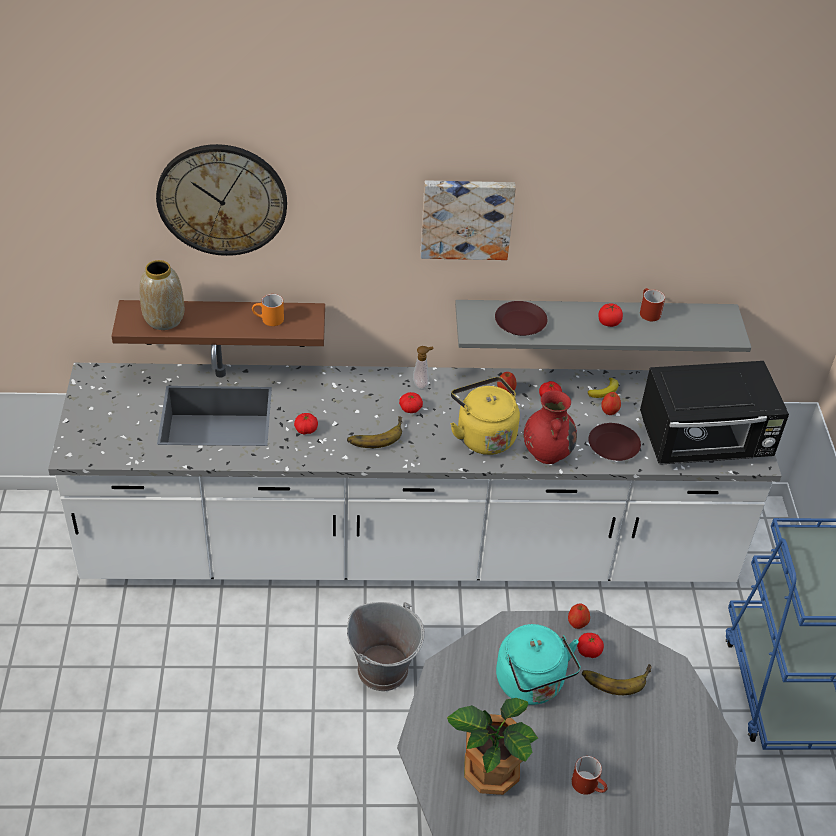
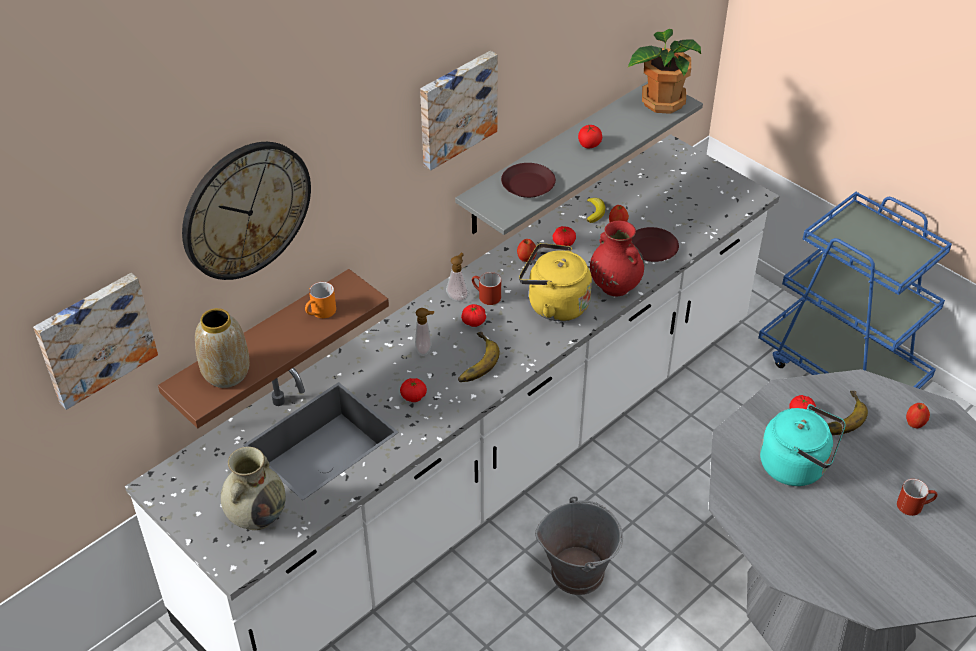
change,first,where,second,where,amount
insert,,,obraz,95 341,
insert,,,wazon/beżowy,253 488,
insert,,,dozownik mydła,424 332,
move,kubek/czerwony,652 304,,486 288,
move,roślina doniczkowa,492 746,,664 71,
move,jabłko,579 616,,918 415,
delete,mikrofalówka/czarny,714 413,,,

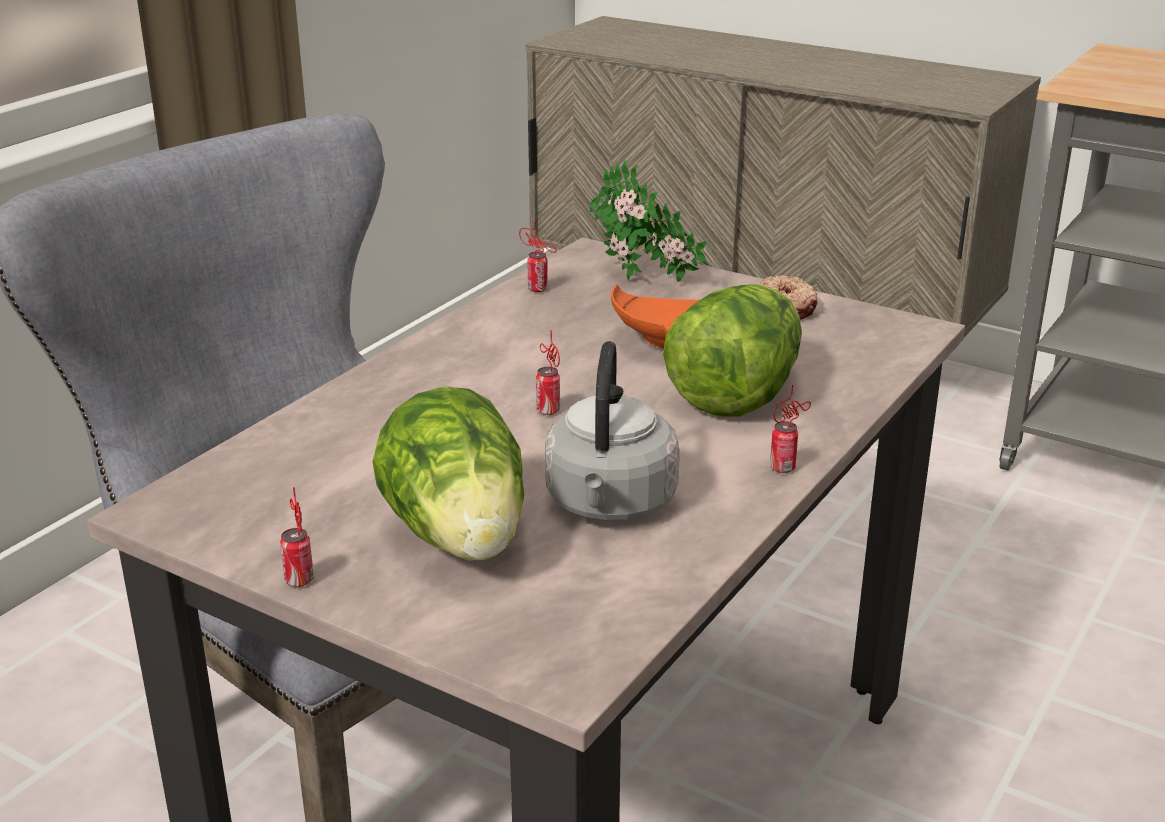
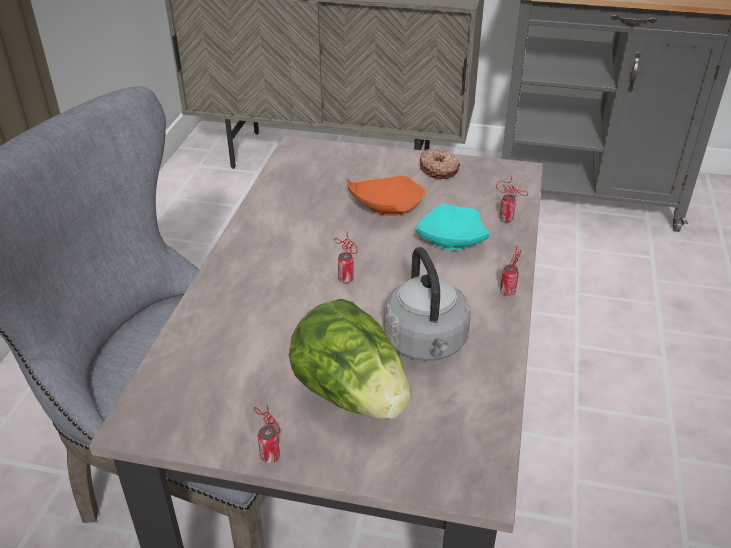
change,first,where,second,where,amount
replace,sałata,732 350,talerz/turkusowy,452 227,
move,puszka,538 256,,512 199,
delete,roślina doniczkowa,649 221,,,

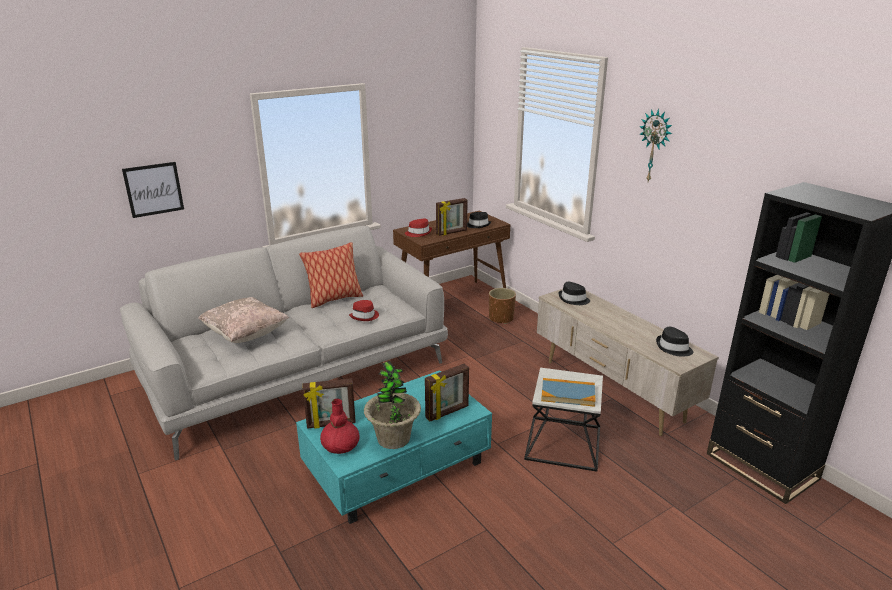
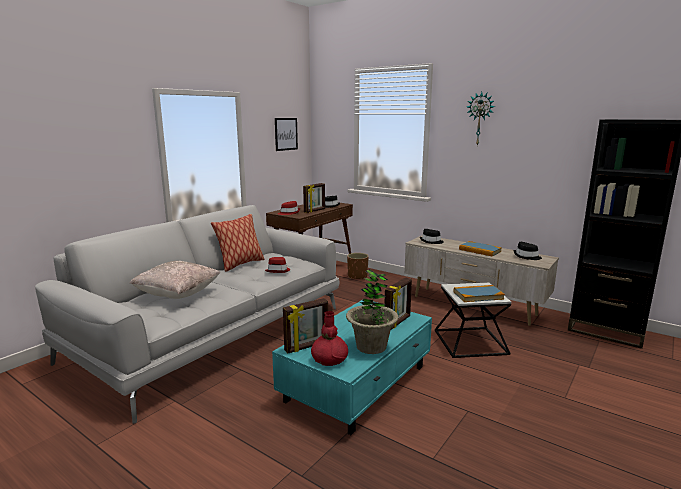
change,first,where,second,where,amount
move,obraz,153 190,,286 134,
insert,,,książka,480 249,

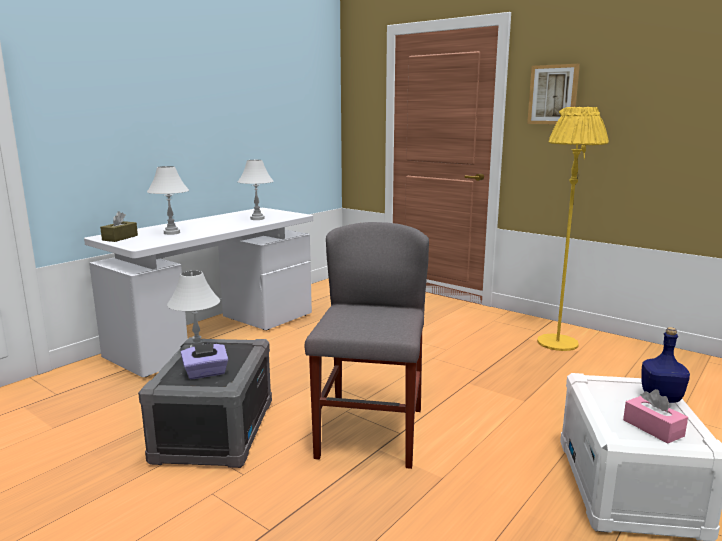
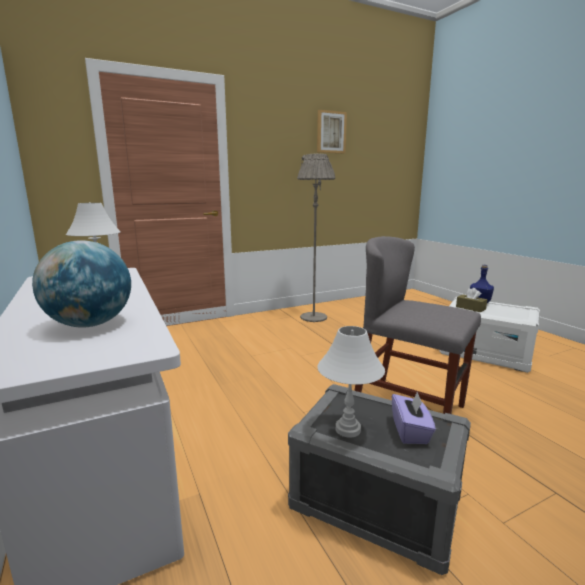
change,first,where,second,where,amount
replace,lampa stołowa/biały,168 200,globus,81 283,
recolor,lampa stojąca/żółty,572 229,lampa stojąca/szary,316 238,
move,obraz,553 94,,332 131,
move,pudełko chusteczek/brązowy,119 226,,471 300,
delete,pudełko chusteczek/różowy,655 416,,,

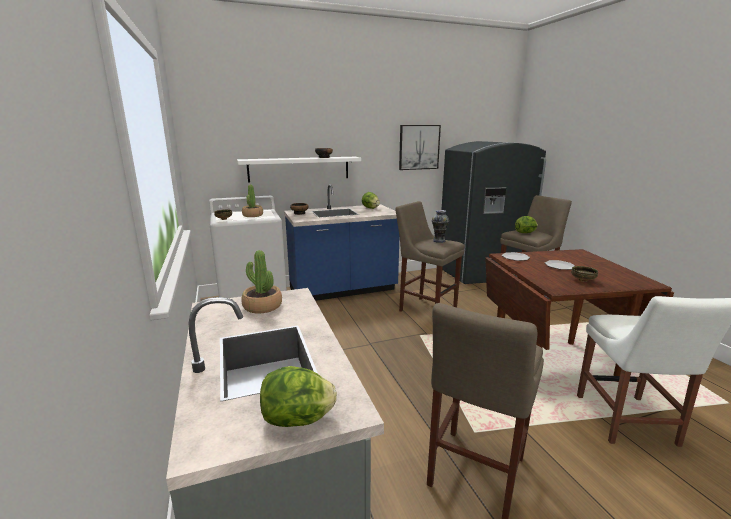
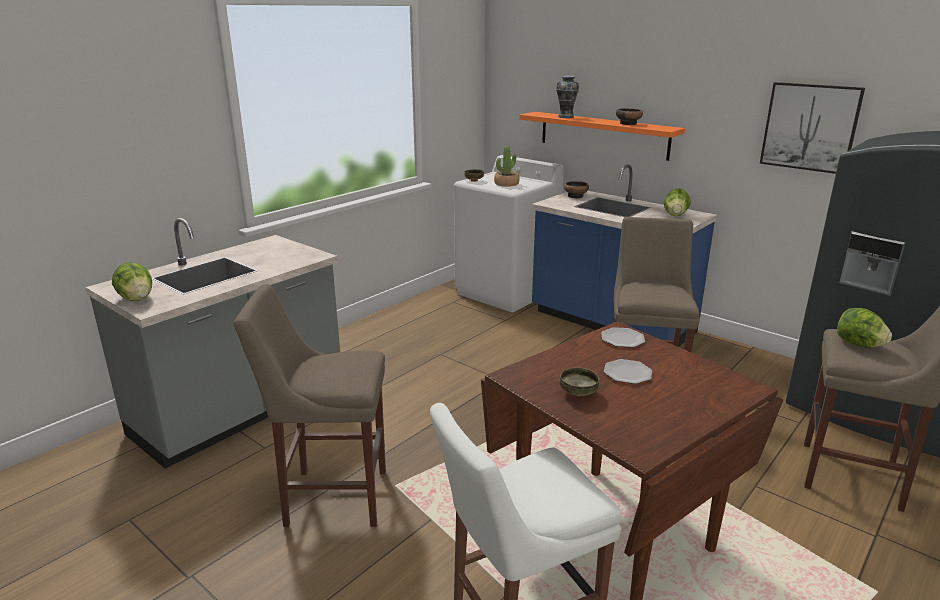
change,first,where,second,where,amount
recolor,półka/biały,299 170,półka/pomarańczowy,602 136,
move,wazon,440 226,,567 97,
delete,roślina doniczkowa,261 281,,,

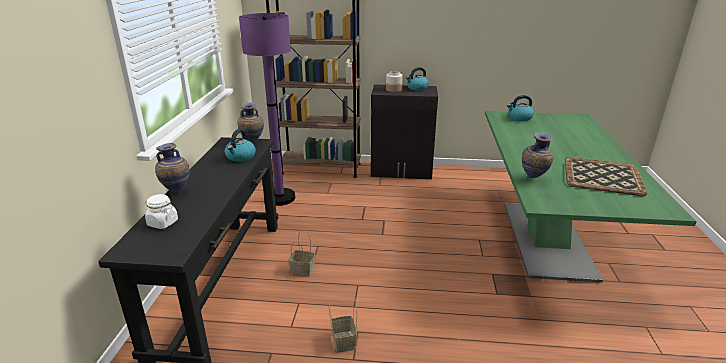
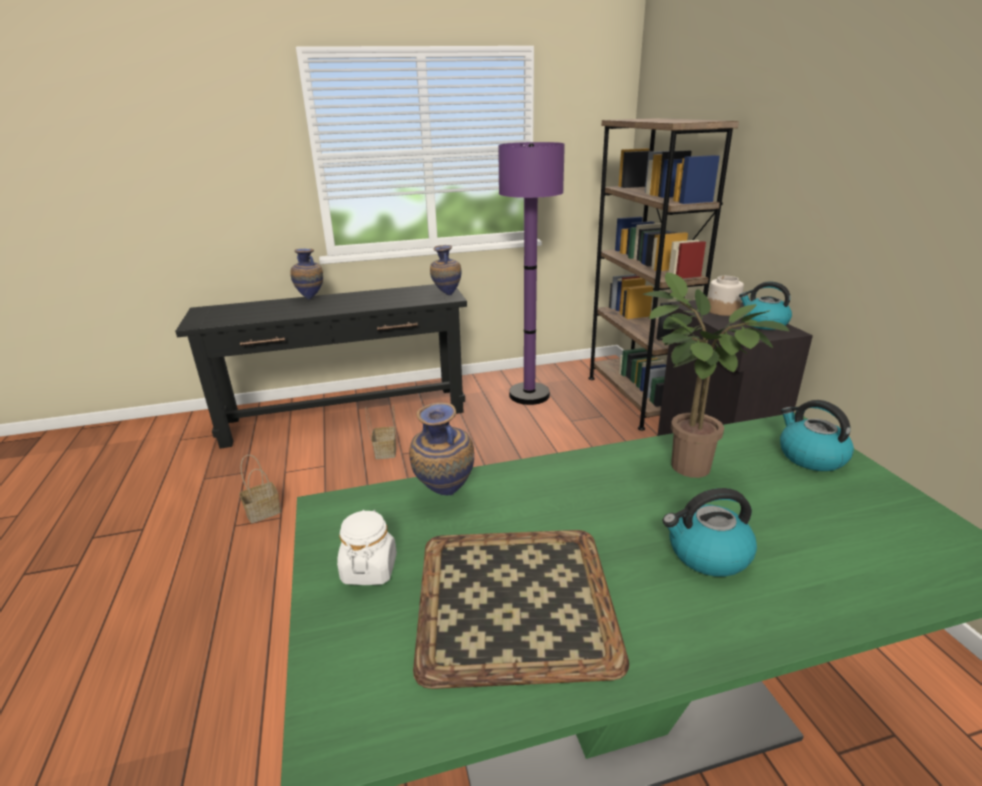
change,first,where,second,where,amount
move,słoik/biały,161 211,,367 547,
insert,,,roślina doniczkowa,716 375,
move,czajnik,240 145,,710 532,

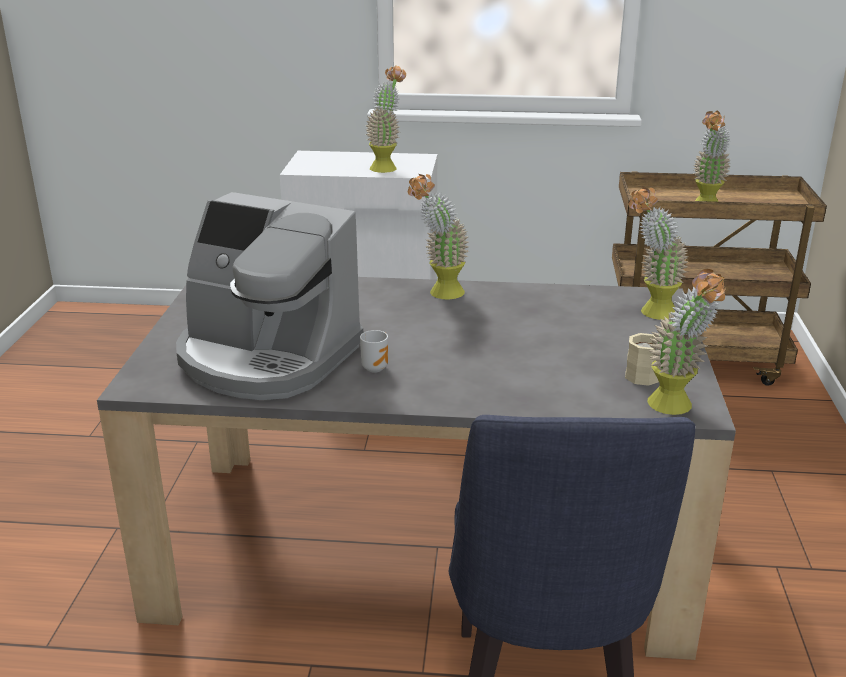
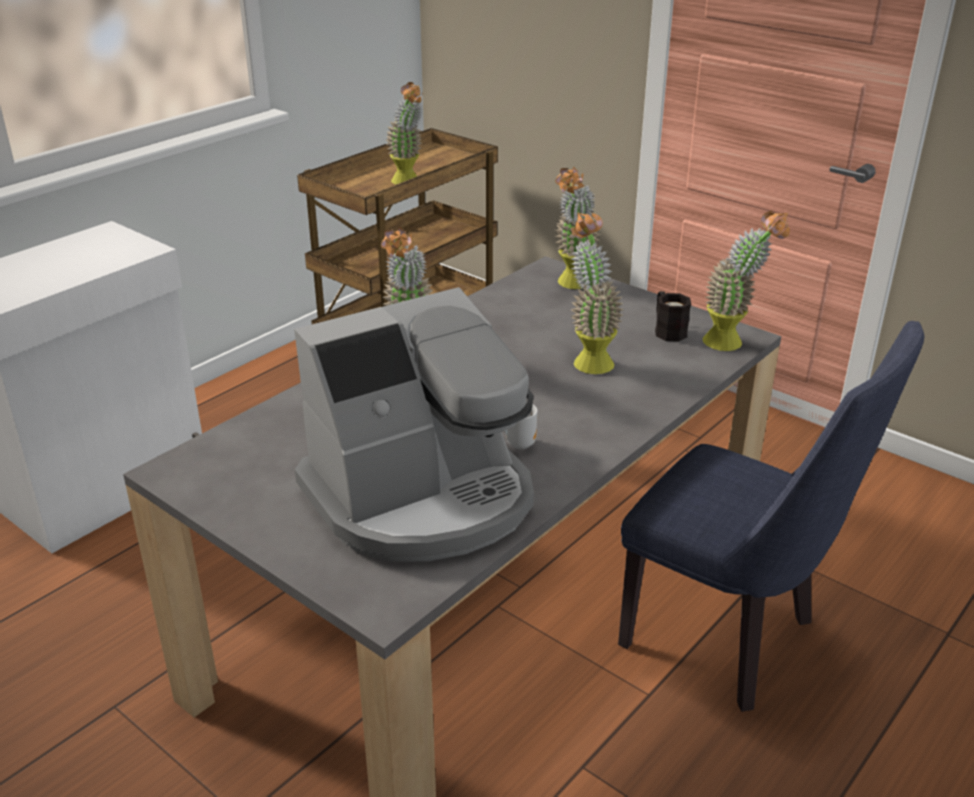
change,first,where,second,where,amount
move,roślina doniczkowa,385 119,,597 293,
recolor,kubek/beżowy,642 359,kubek/czarny,673 316,

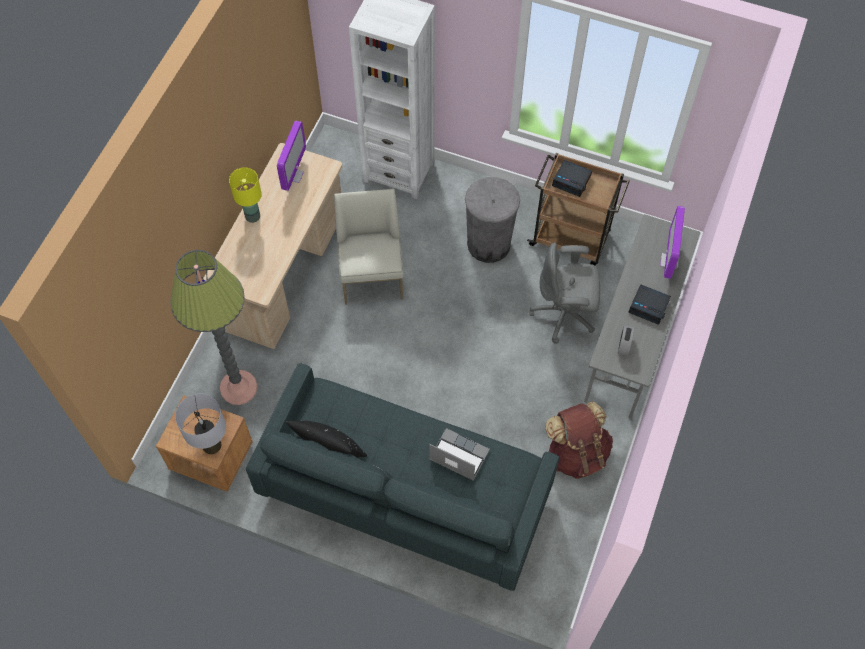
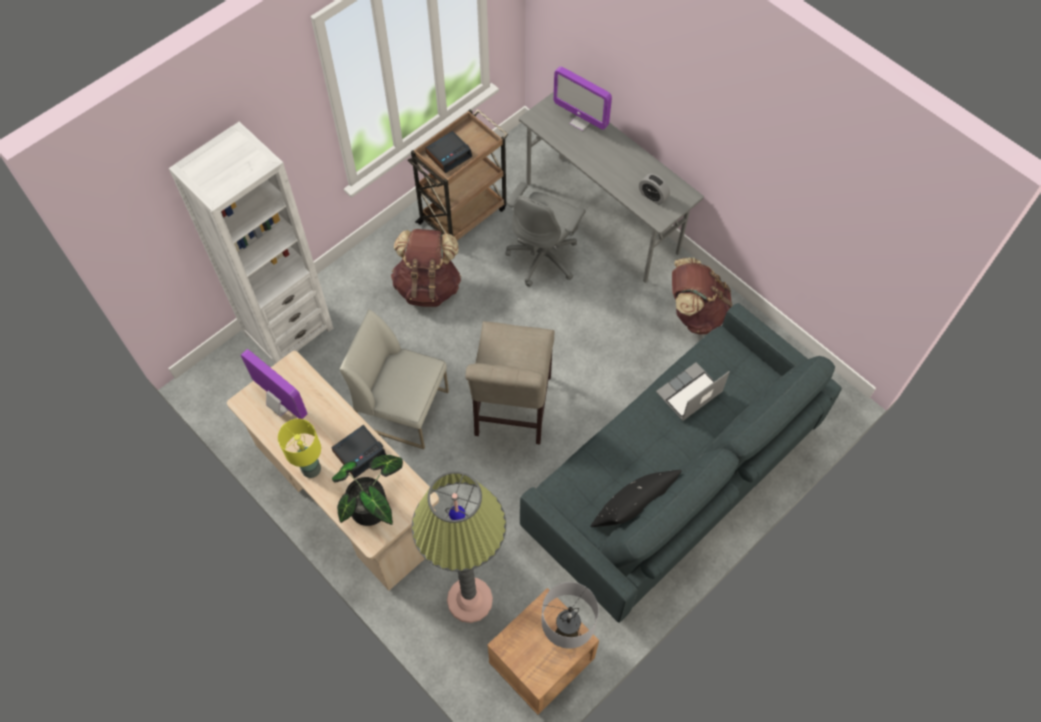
change,first,where,second,where,amount
move,budzik,649 304,,358 451,
insert,,,roślina doniczkowa,367 490,
replace,kosz na śmieci/szary,492 220,plecak/brązowy,426 268,
insert,,,krzesło/beżowy,510 382,

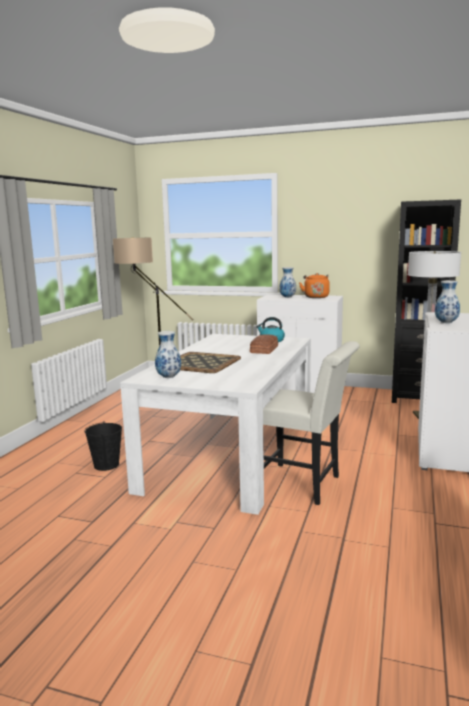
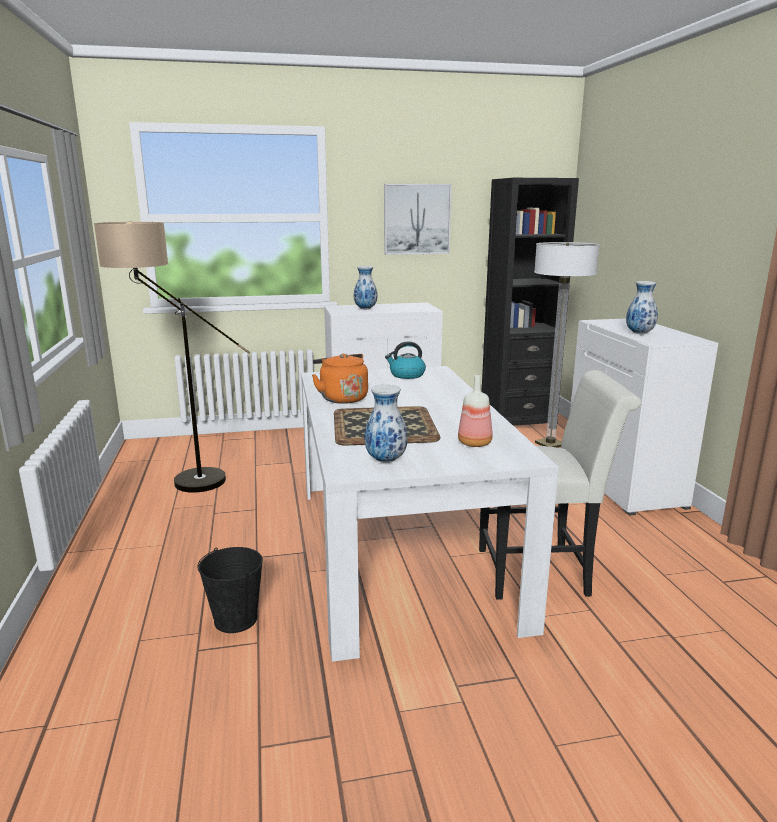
change,first,where,second,where,amount
move,czajnik/pomarańczowy,314 285,,340 378,
insert,,,obraz,418 219,
insert,,,butelka,475 411,
delete,chleb,264 344,,,

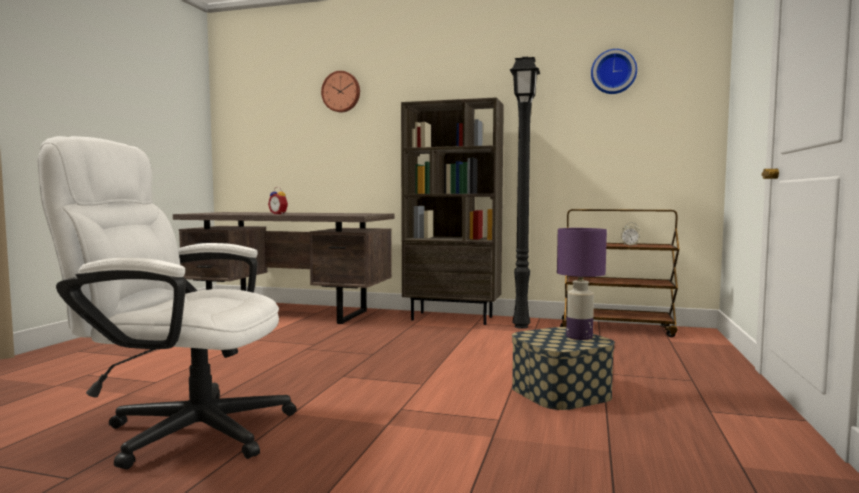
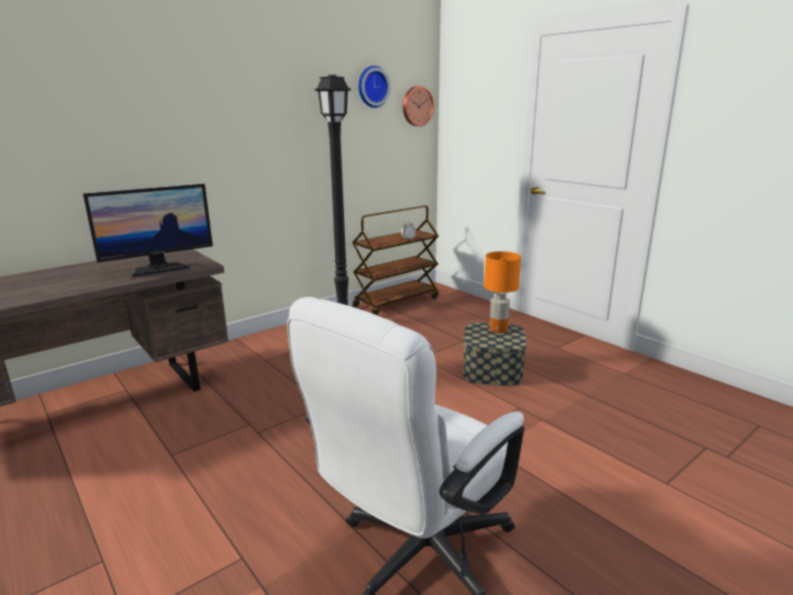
change,first,where,second,where,amount
insert,,,monitor,148 230,
move,zegar ścienny,340 91,,418 106,
recolor,lampa stołowa/fioletowy,582 284,lampa stołowa/pomarańczowy,502 292,
delete,budzik,278 200,,,
delete,regał/brązowy,452 211,,,

